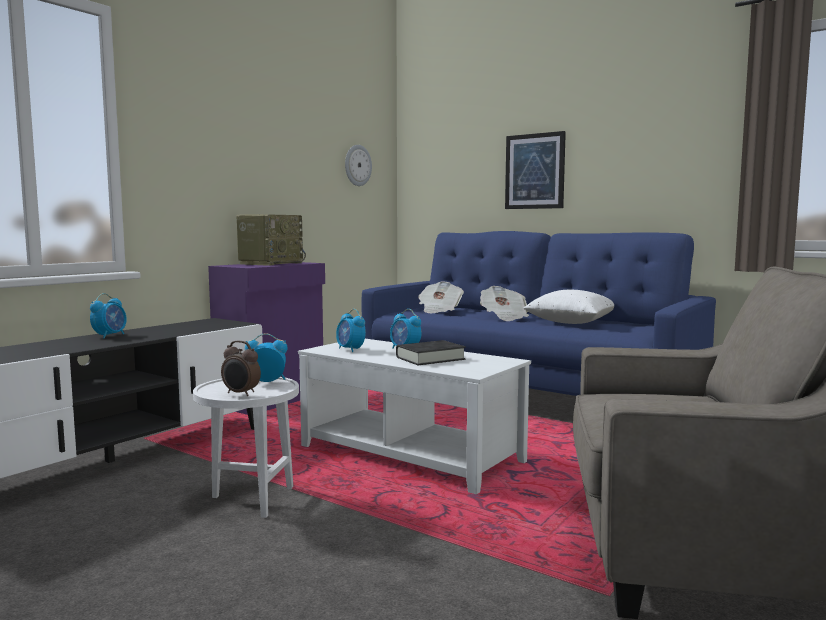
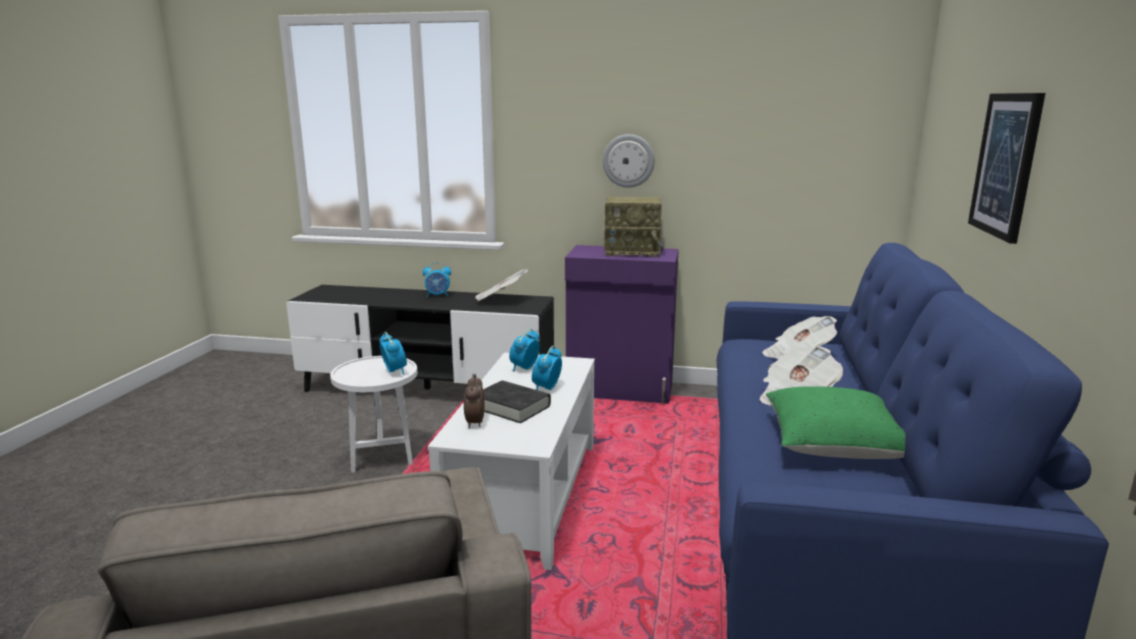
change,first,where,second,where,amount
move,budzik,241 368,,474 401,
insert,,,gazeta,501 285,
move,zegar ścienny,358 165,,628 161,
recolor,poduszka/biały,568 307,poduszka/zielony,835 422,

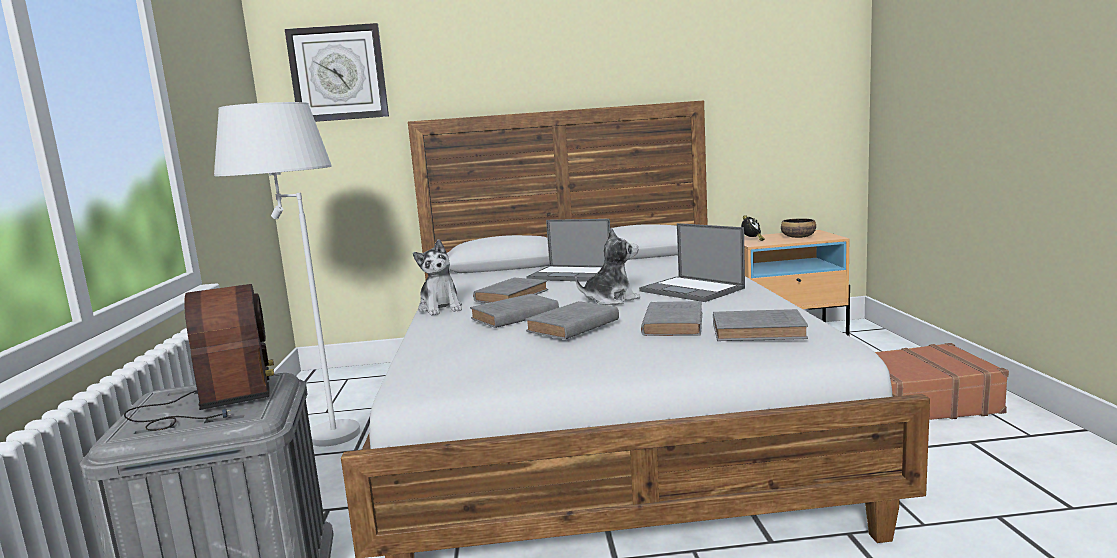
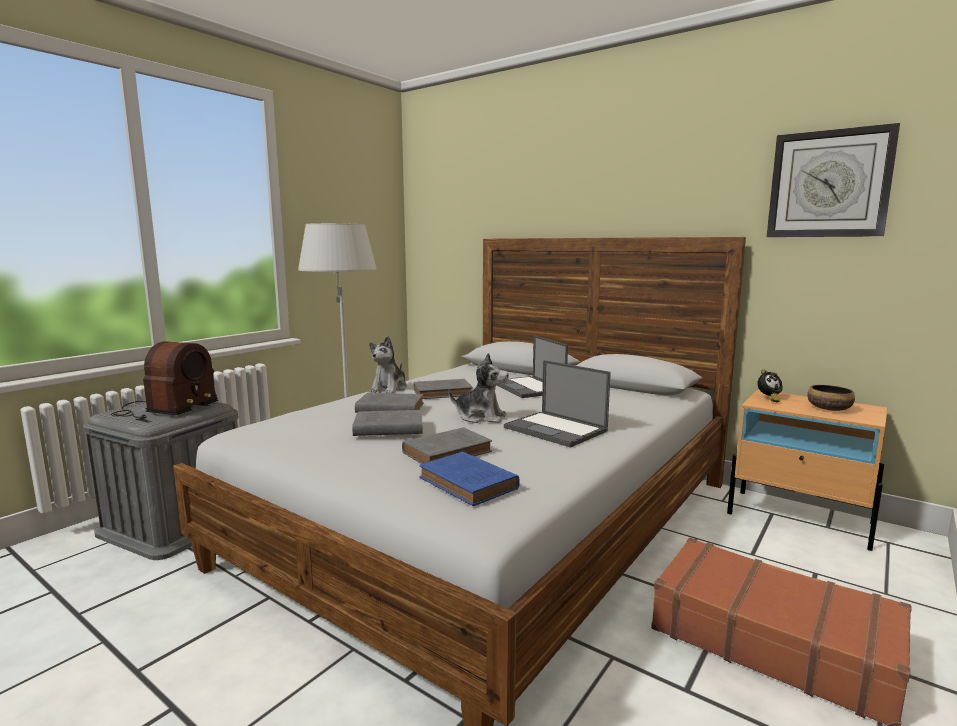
change,first,where,second,where,amount
recolor,książka/szary,760 325,książka/niebieski,469 479,
rotate,laptop,692 262,,557 403,45 degrees counterclockwise
move,zegar ścienny,337 72,,833 180,

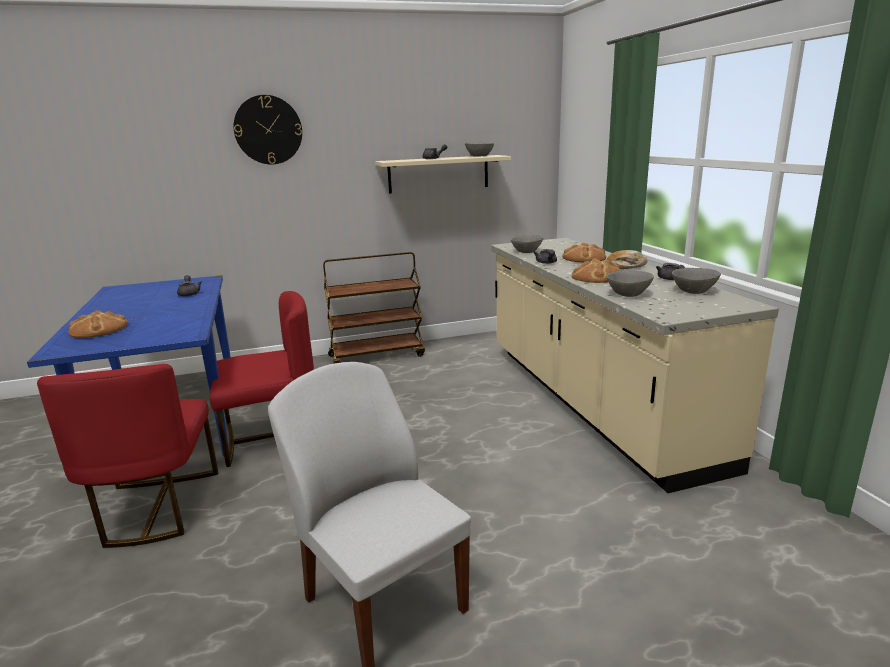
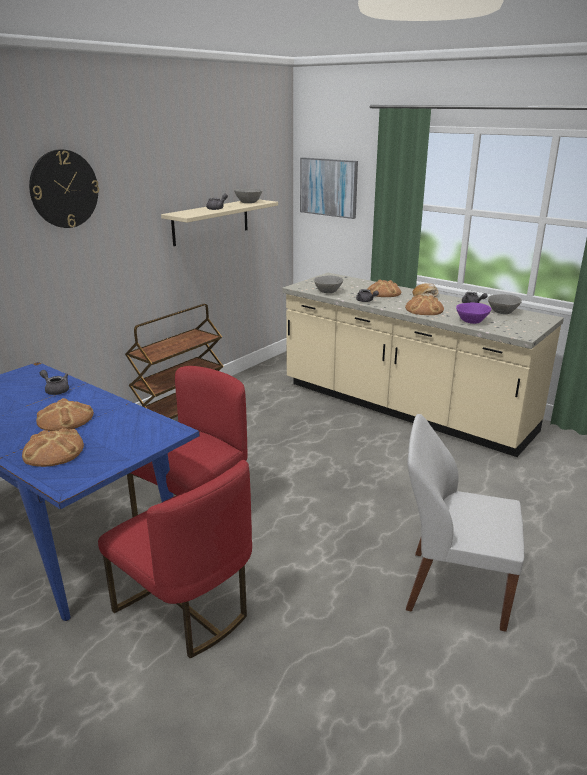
change,first,where,second,where,amount
insert,,,chleb,65 414,
insert,,,obraz,329 188,
recolor,miska/szary,630 284,miska/fioletowy,473 313,

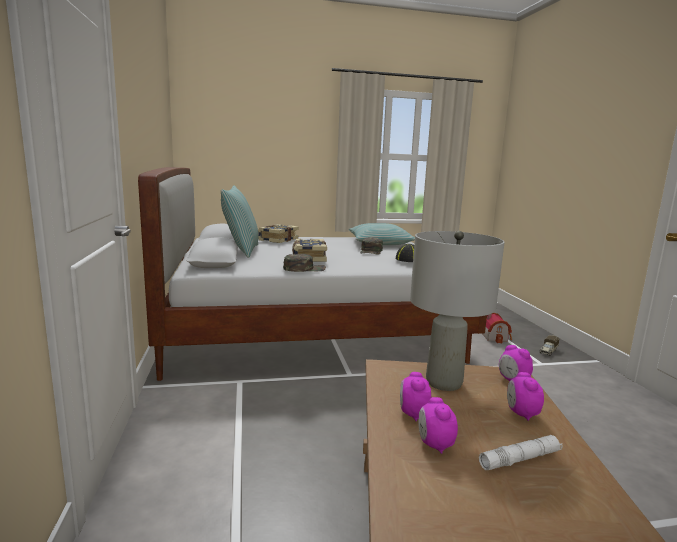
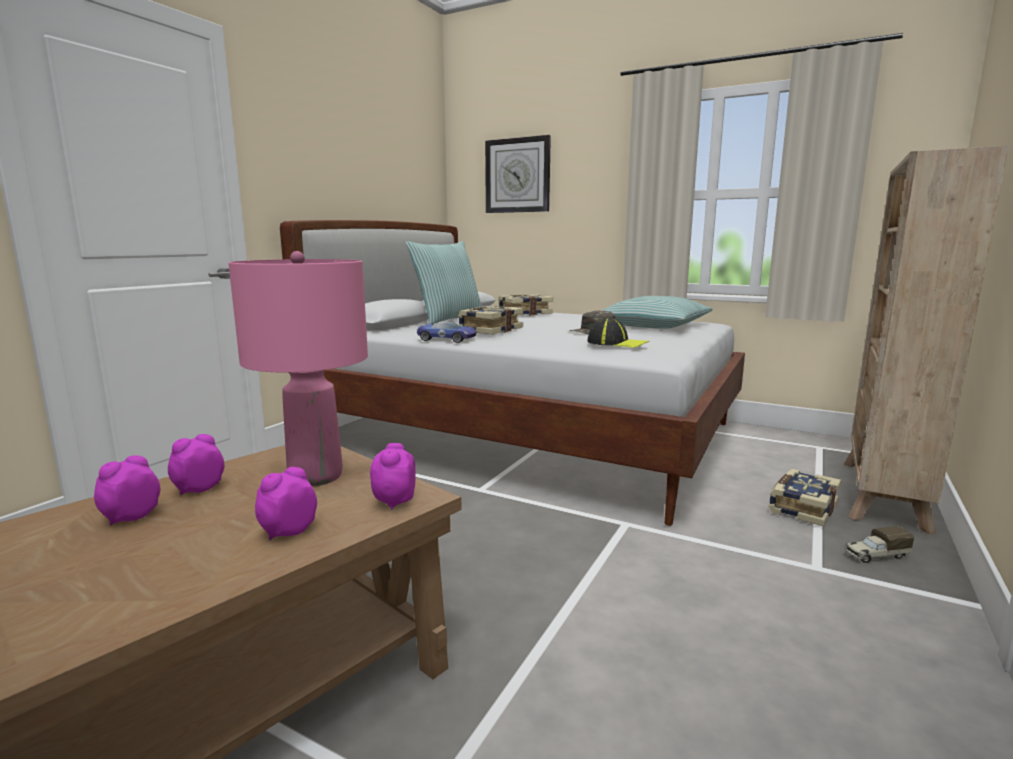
change,first,where,second,where,amount
recolor,lampa stołowa/szary,457 311,lampa stołowa/różowy,298 368,
replace,czapka z daszkiem/zielony,304 263,samochodzik,447 332,
insert,,,zegar ścienny,518 174,
replace,domek,497 327,książka,805 497,
insert,,,regał/beżowy,926 340,
delete,latarka/biały,521 452,,,

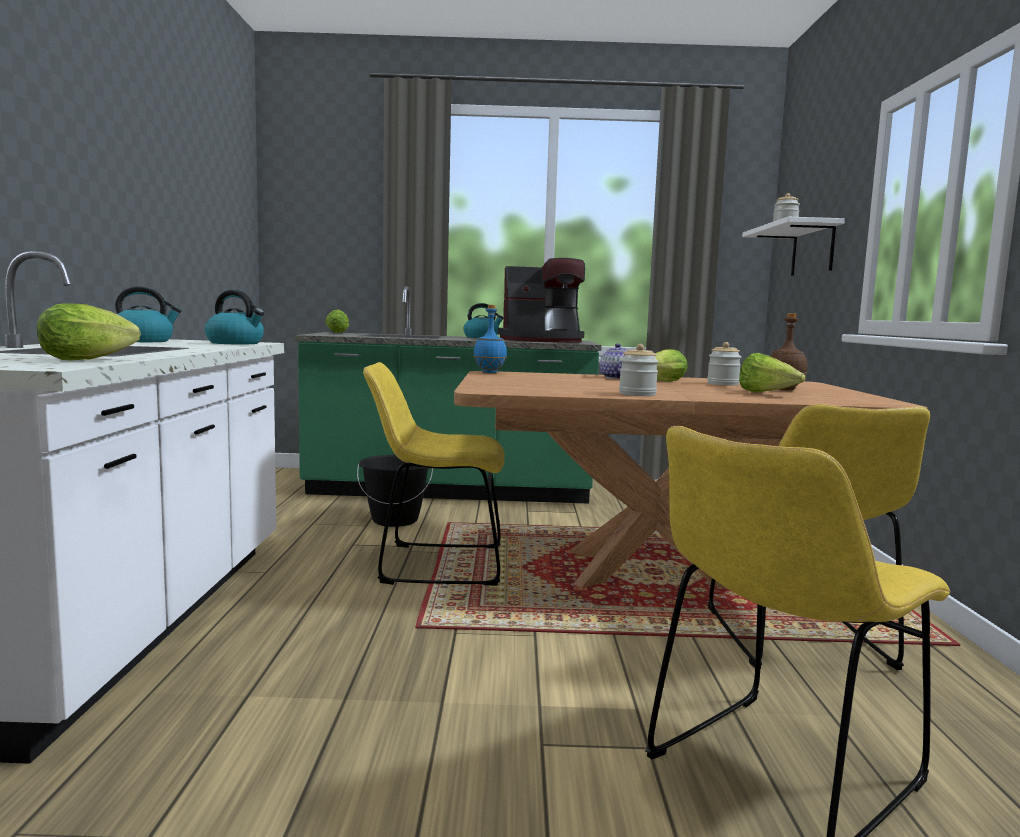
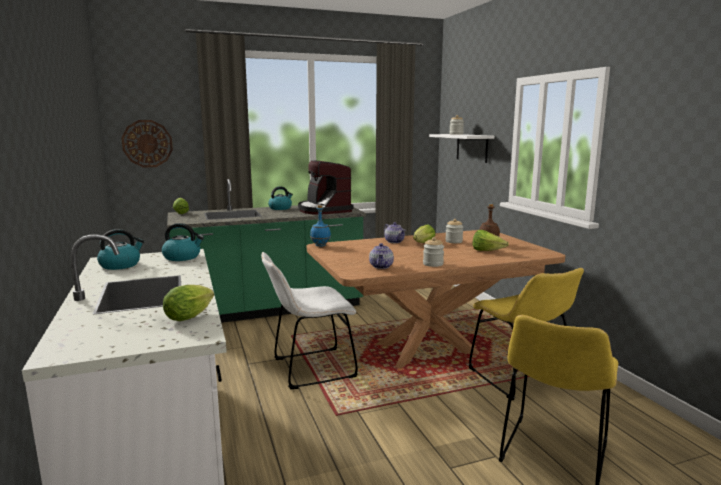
change,first,where,second,where,amount
insert,,,zegar ścienny,147 143,
recolor,krzesło/żółty,434 474,krzesło/biały,309 320,
rotate,ekspres do kawy,541 300,,326 187,90 degrees clockwise
insert,,,imbryk,381 256,
delete,wiadro/czarny,395 491,,,

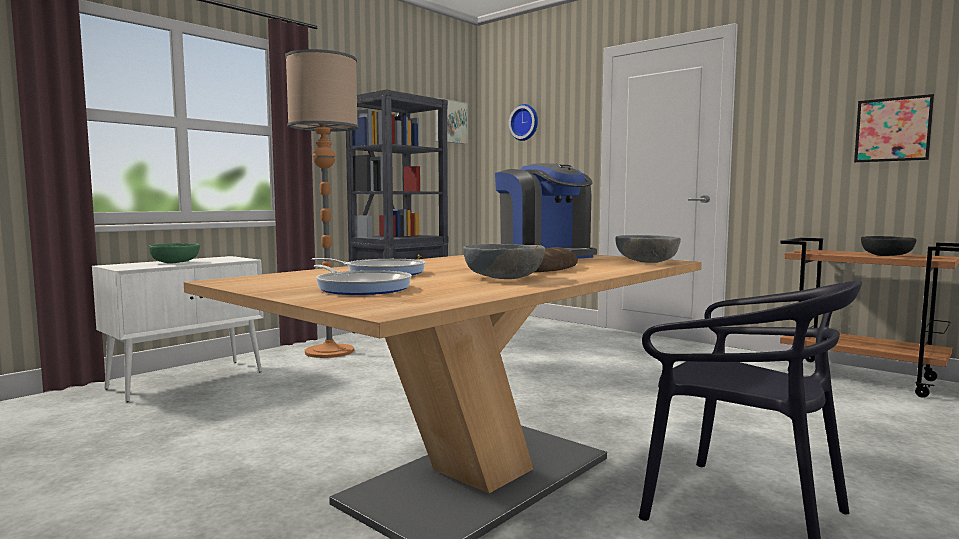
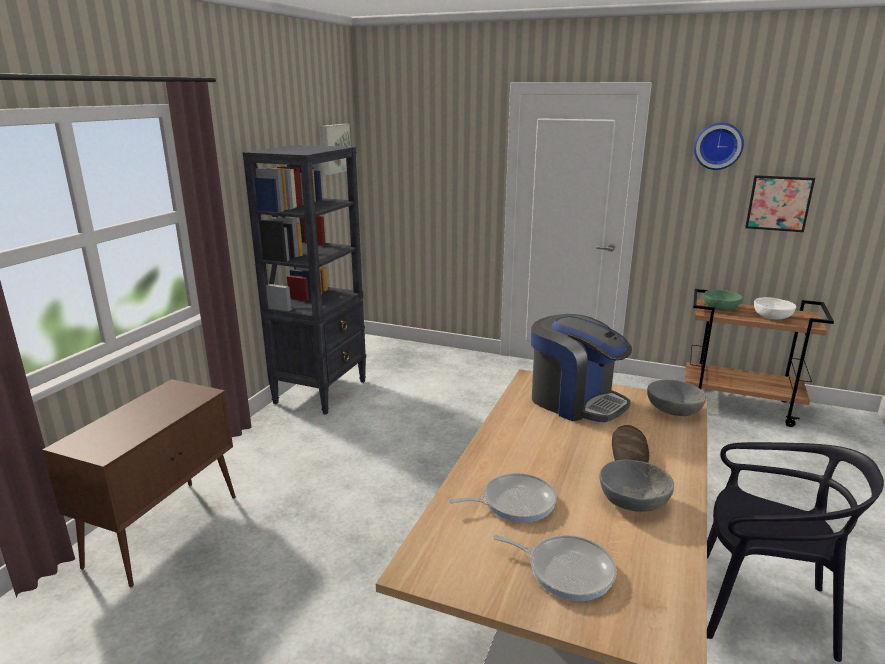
change,first,where,second,where,amount
recolor,szafka/biały,178 329,szafka/brązowy,139 483,
move,zegar ścienny,523 122,,719 146,
move,miska/zielony,174 253,,723 300,
recolor,miska/czarny,888 246,miska/biały,775 308,
delete,lampa stojąca,322 203,,,

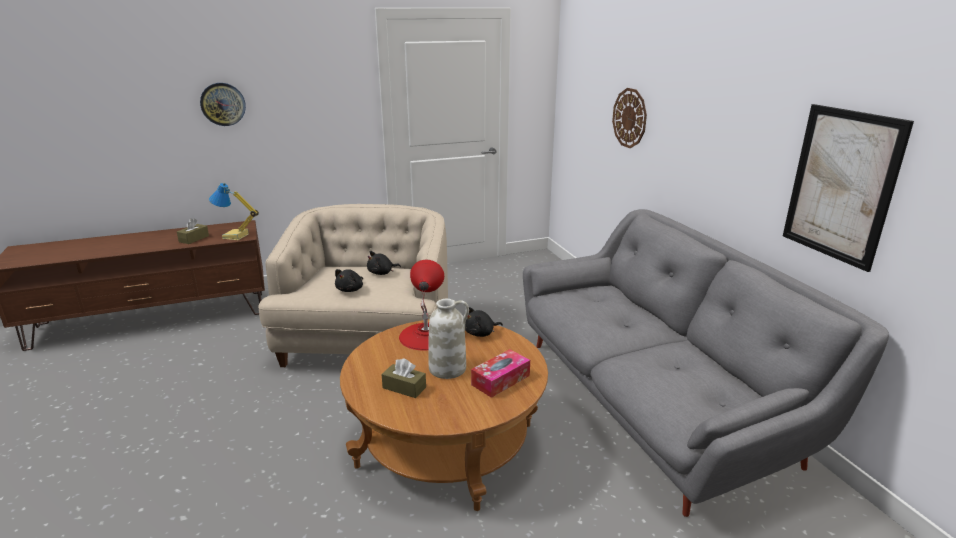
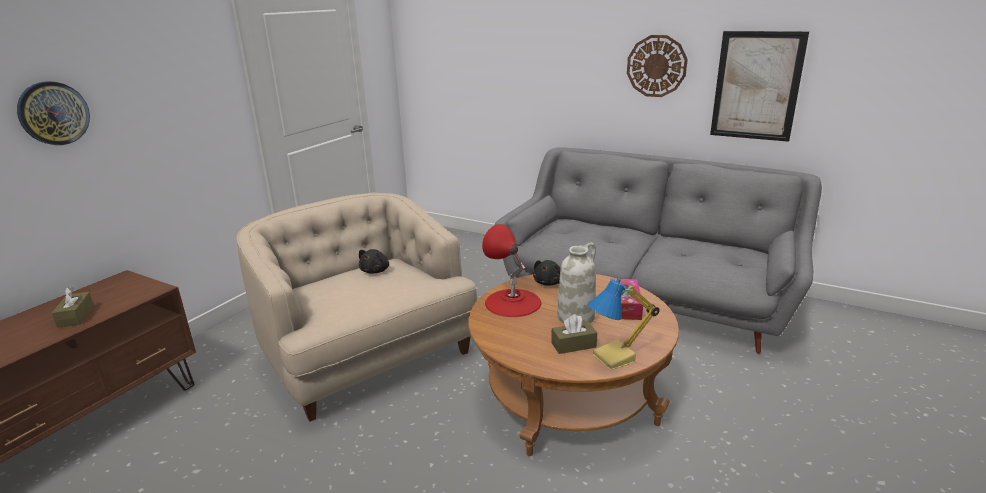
change,first,where,second,where,amount
move,lampa stołowa,234 211,,624 324,
move,zegar ścienny,629 118,,657 66,
delete,pluszak/czarny,349 280,,,

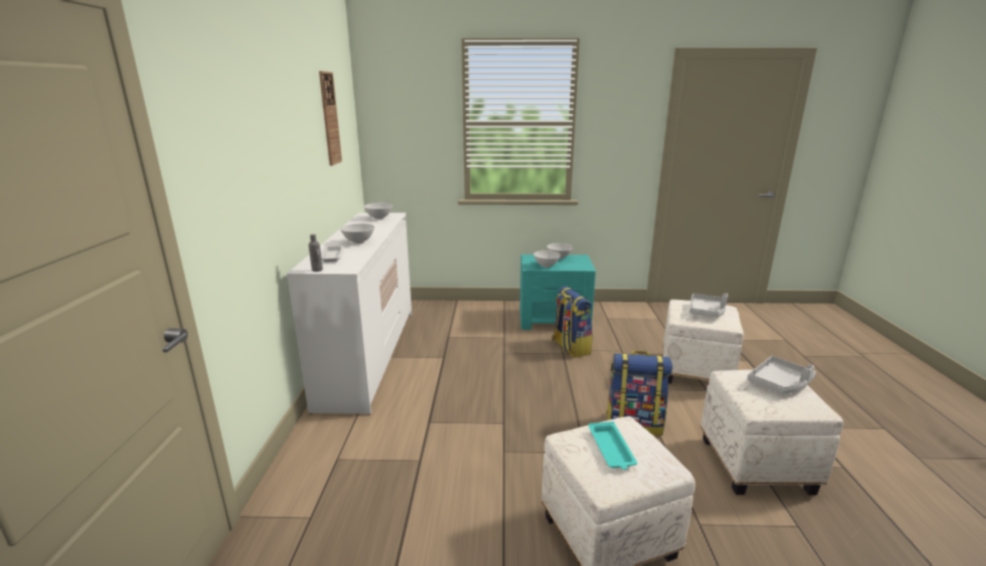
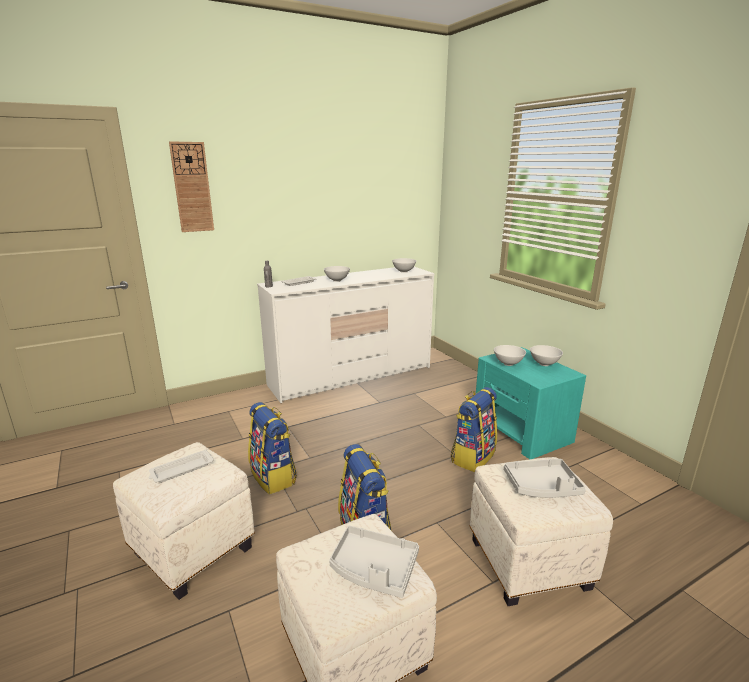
change,first,where,second,where,amount
recolor,taca/turkusowy,612 446,taca/biały,181 466,
move,zegar ścienny,330 118,,191 186,
insert,,,plecak,272 448,

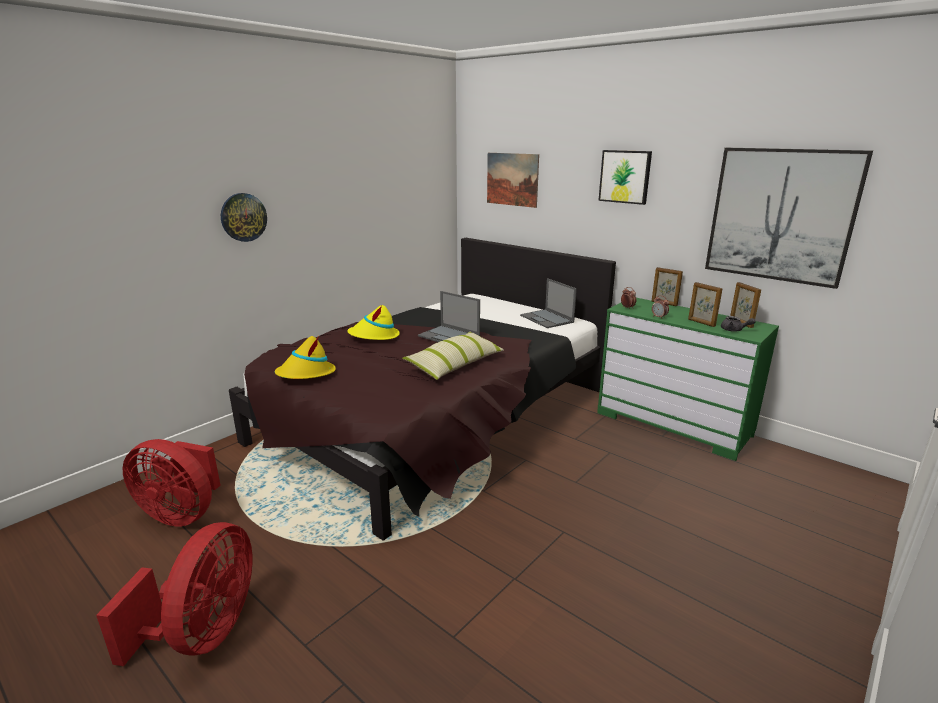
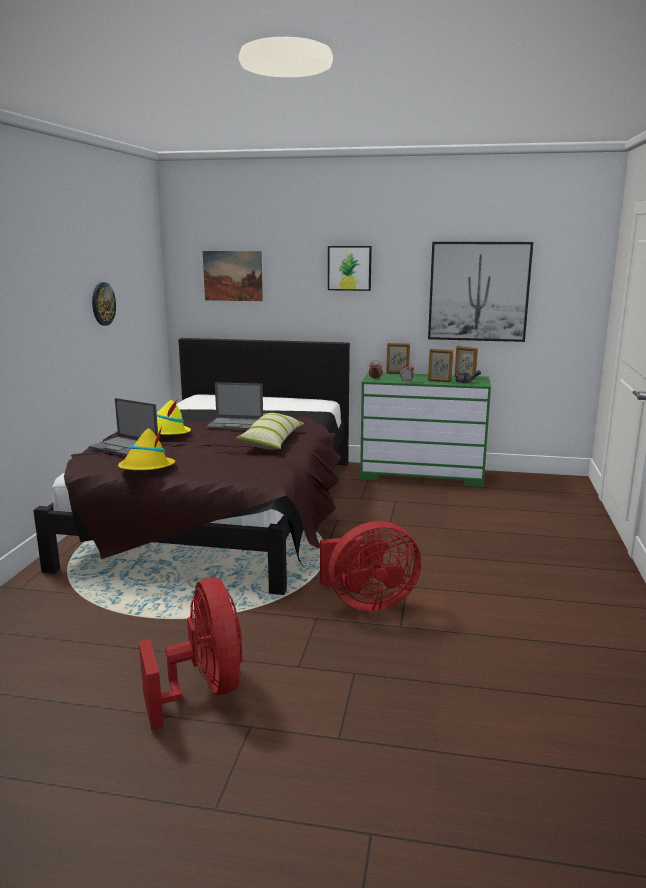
change,first,where,second,where,amount
move,laptop,548 303,,123 427,
move,zegar ścienny,244 217,,104 304,
move,wentylator/czerwony,172 483,,370 566,

